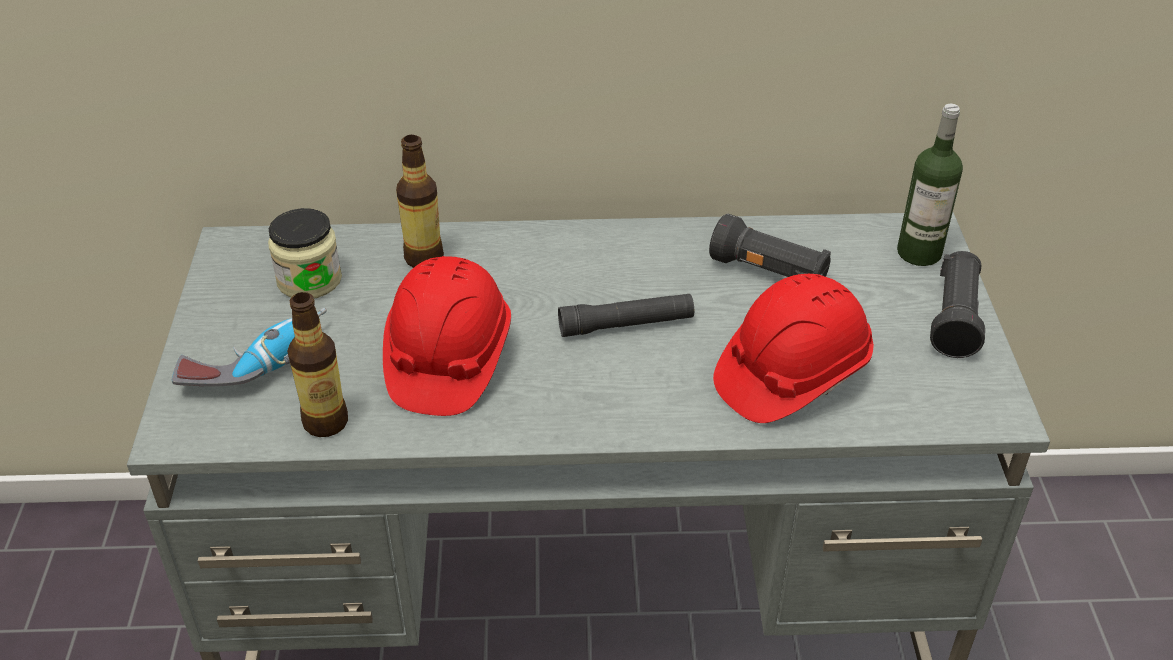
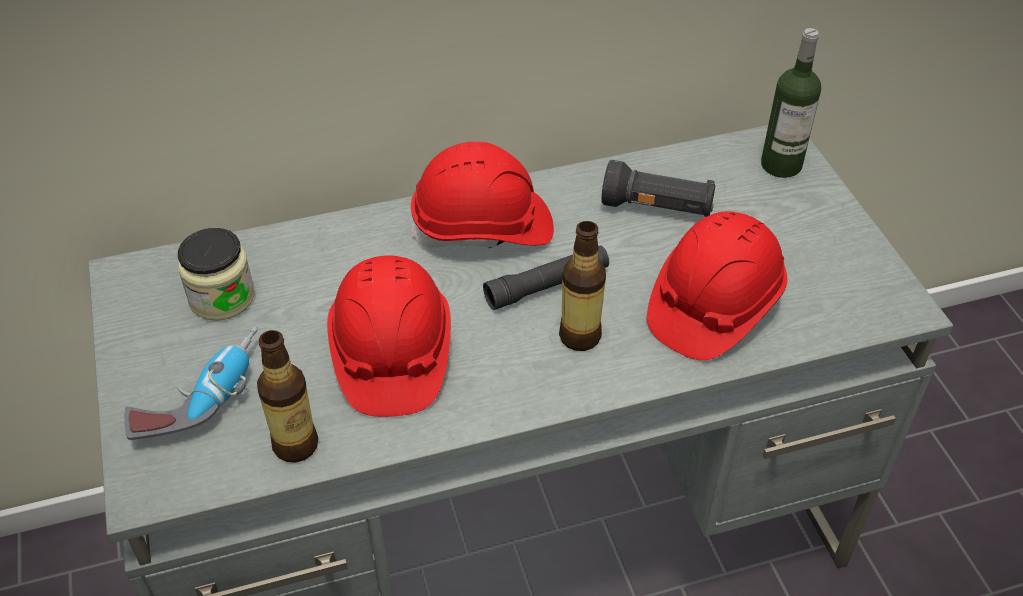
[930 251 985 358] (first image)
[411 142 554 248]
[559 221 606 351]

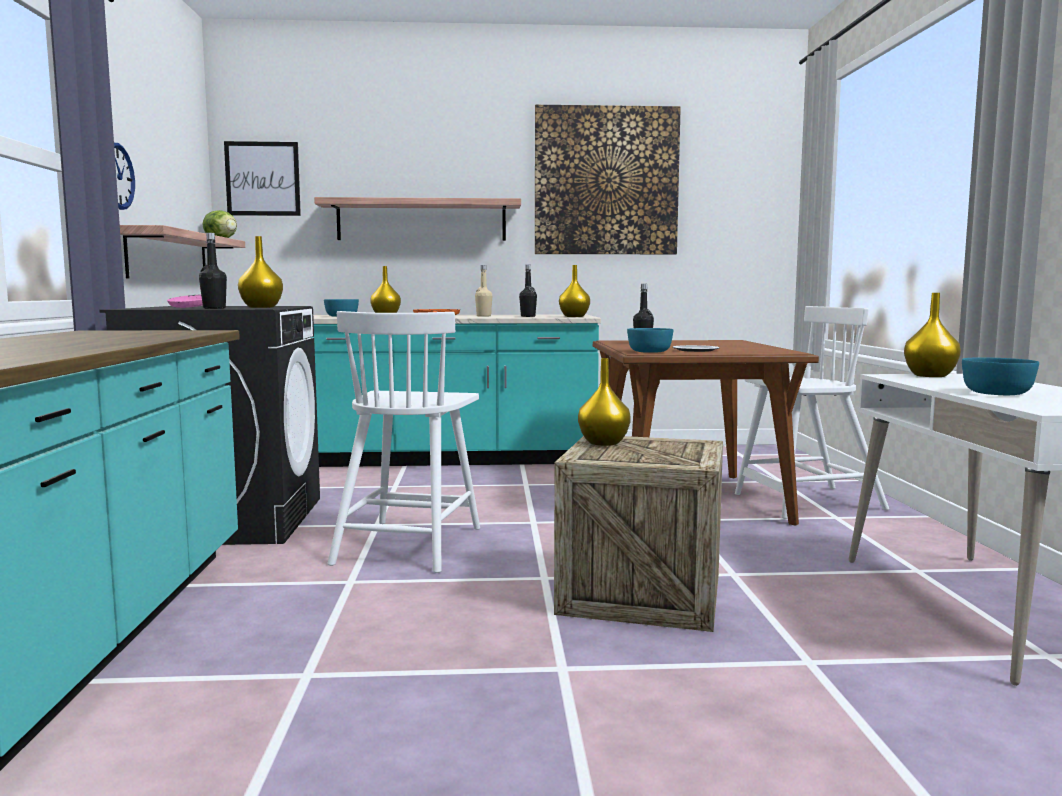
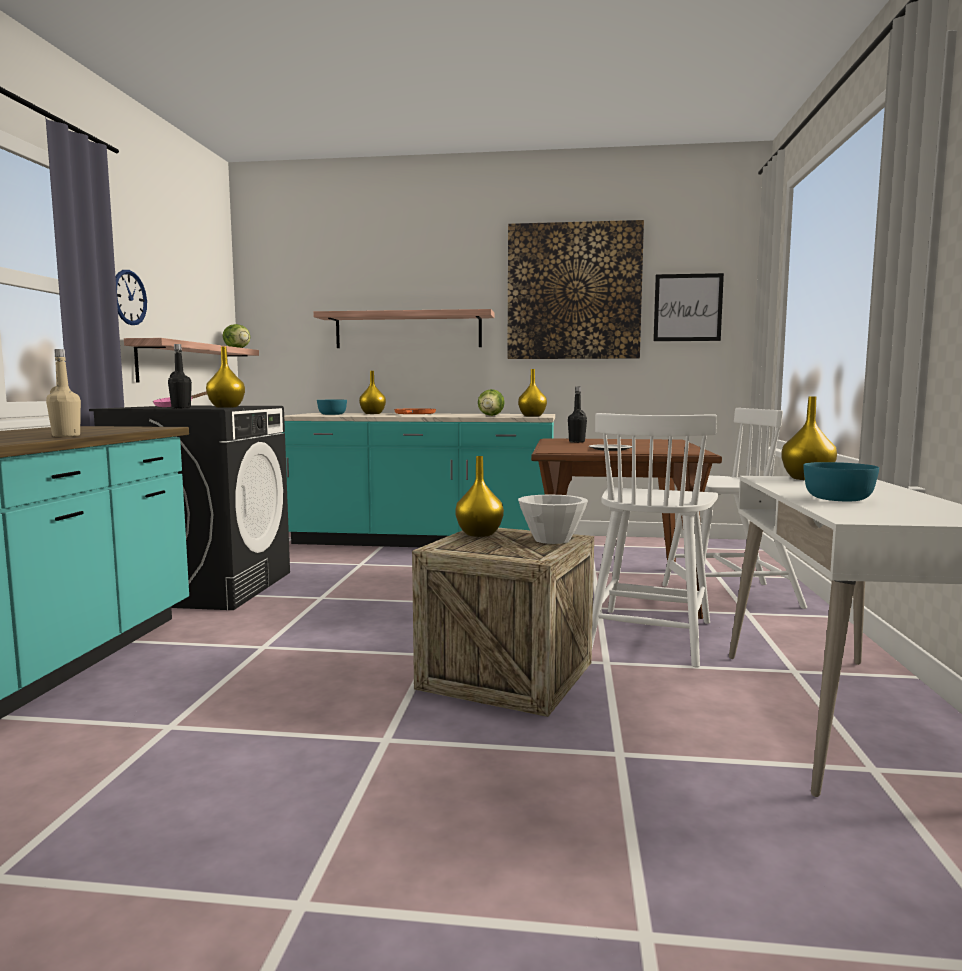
[627 328 673 353] (first image)
[518 495 588 544]
[653 273 724 341]
[592 413 718 667]
[46 349 81 437]
[478 389 505 416]

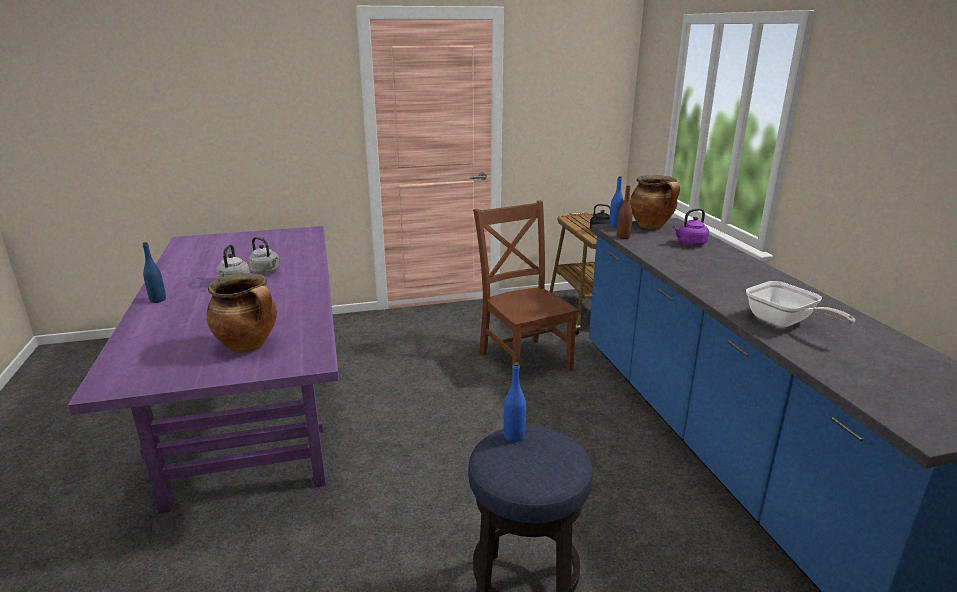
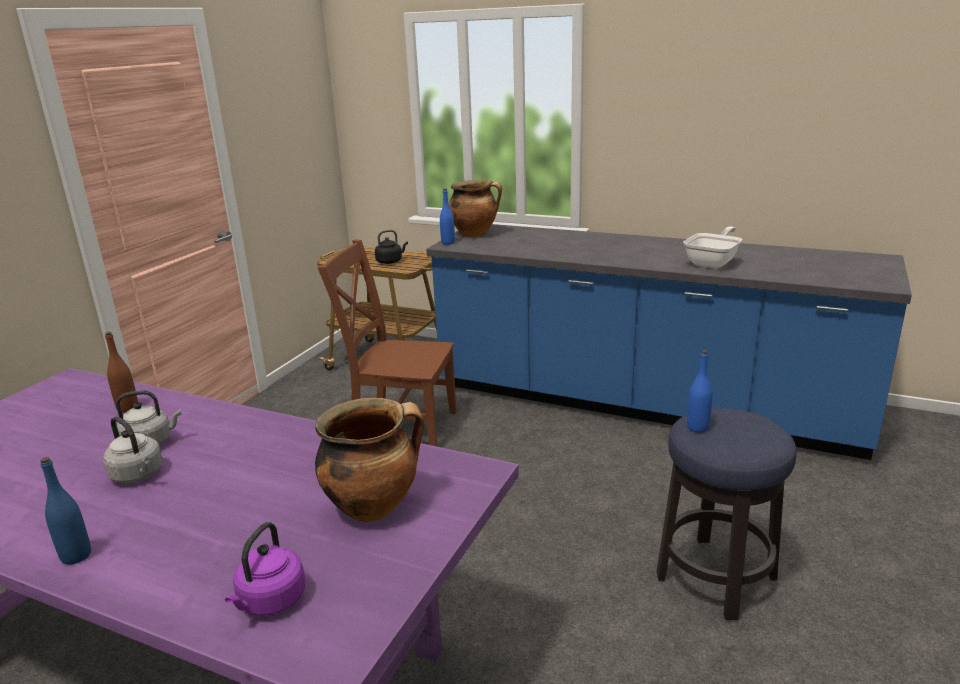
[105 332 138 412]
[225 522 306 616]
[683 226 742 269]

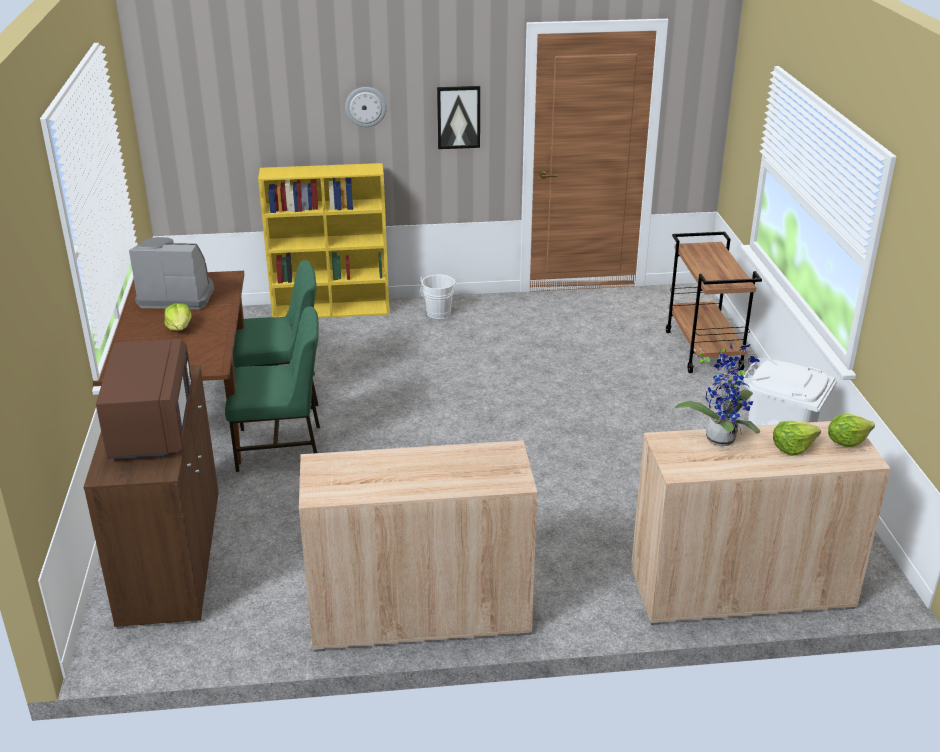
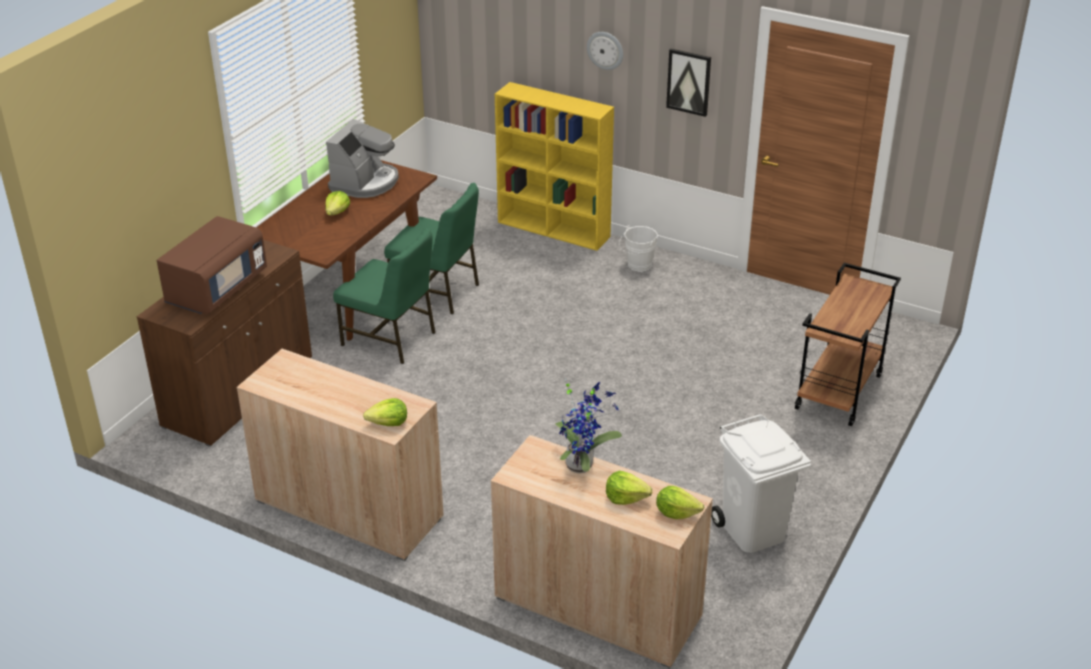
[363 398 407 426]
[326 119 399 198]

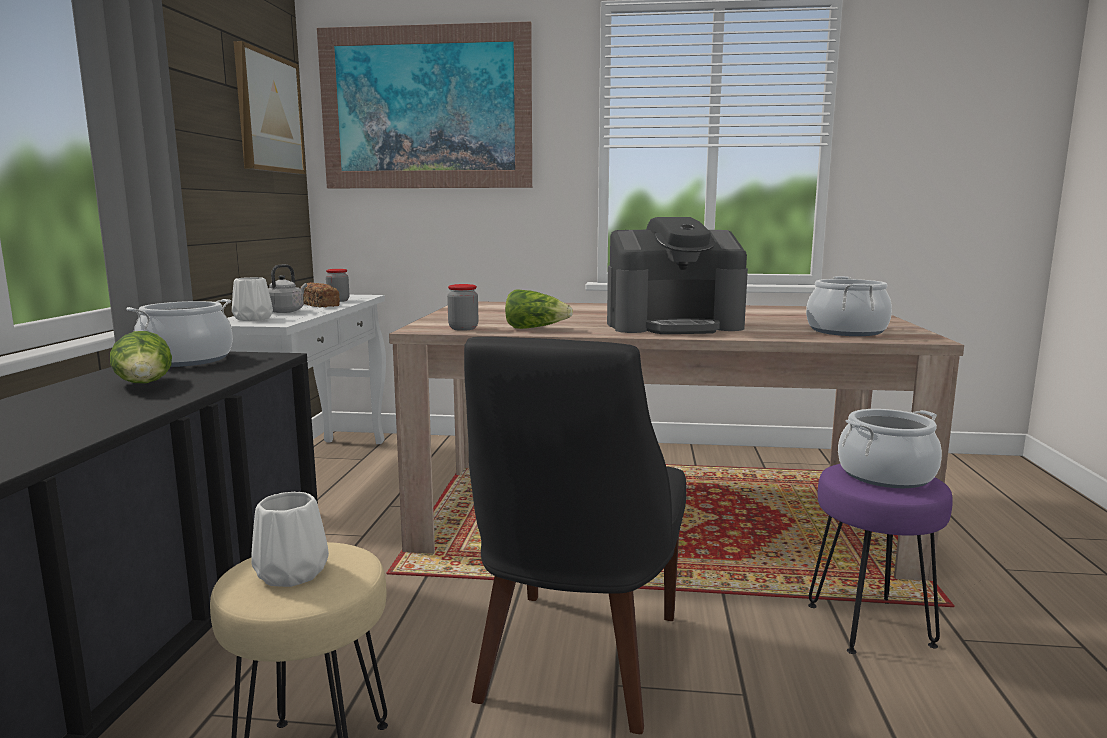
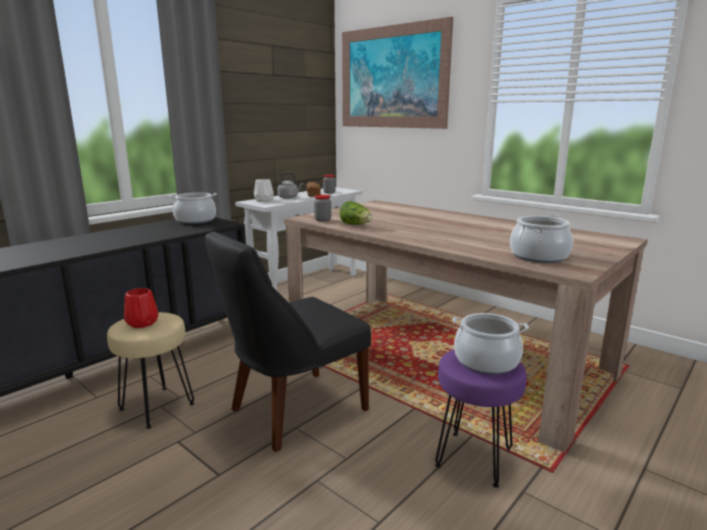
[110 331 172 383] (first image)
[233 41 306 174] (first image)
[607 217 748 334] (first image)
[124 288 159 328]

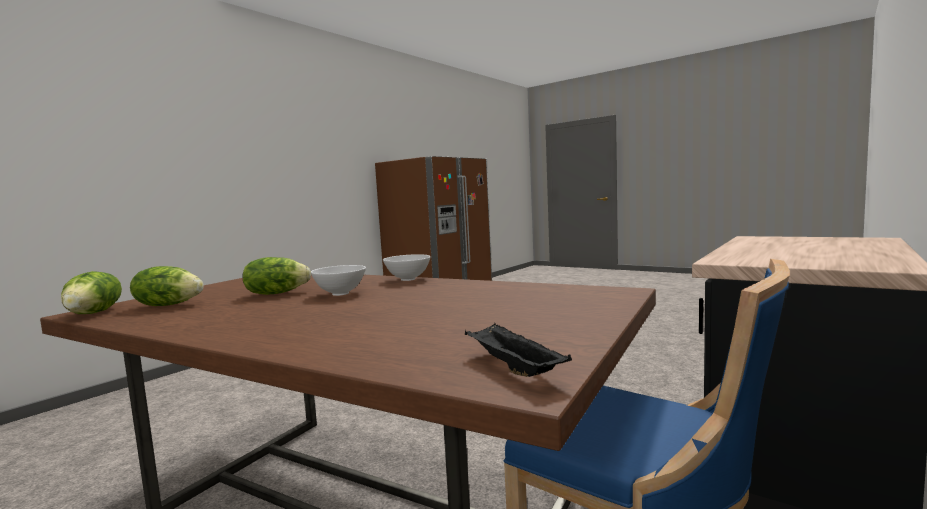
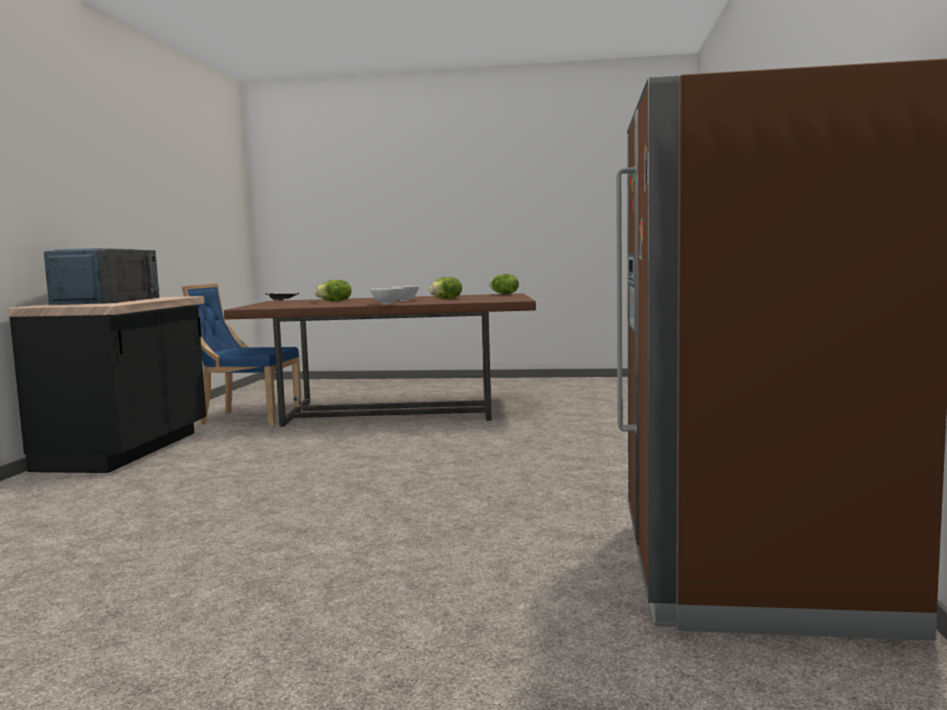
[44 248 159 305]
[314 280 351 301]

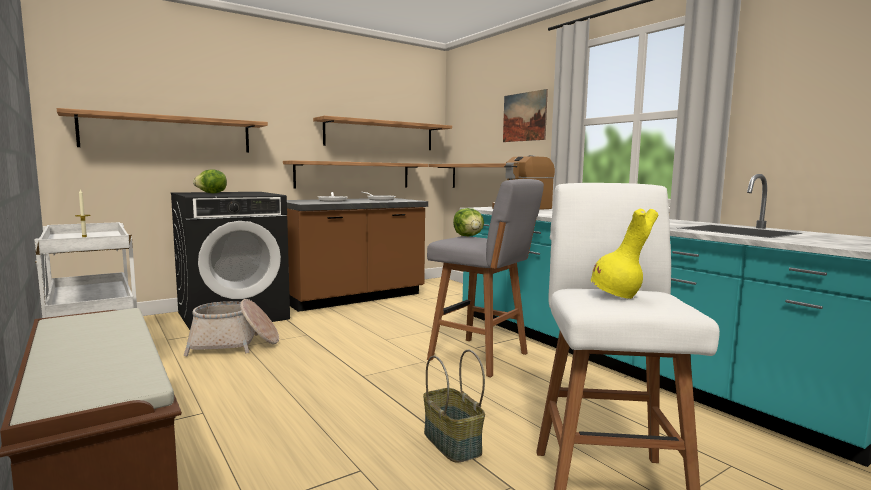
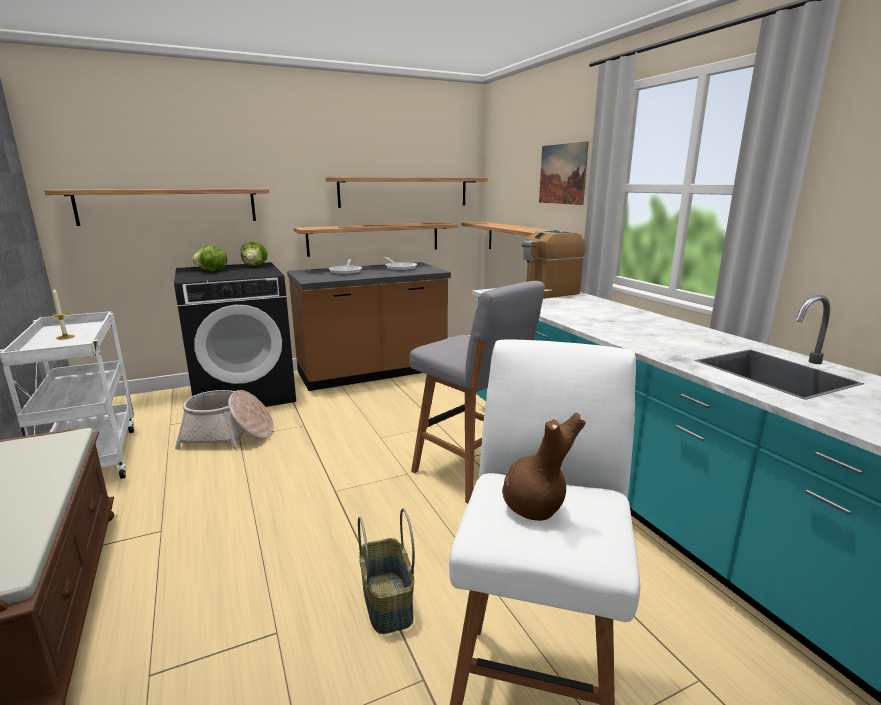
[241 242 268 266]
[502 413 586 521]

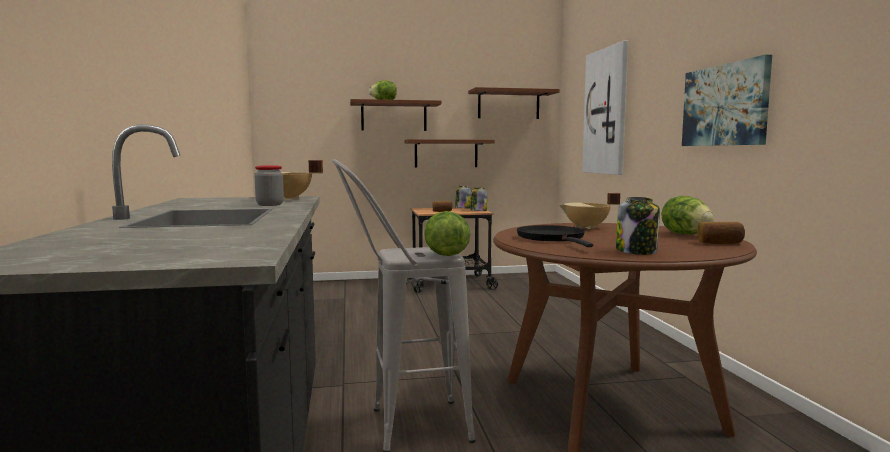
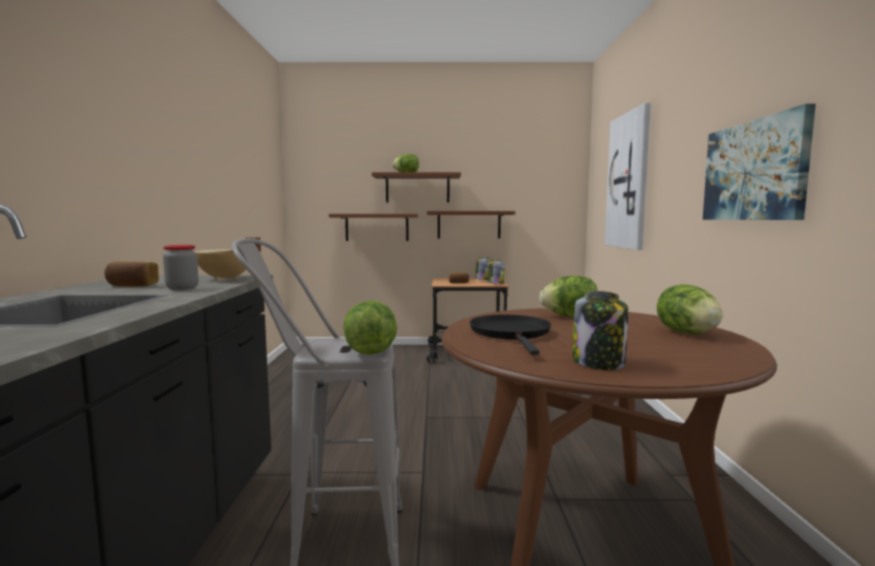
[329 214 418 241]
[104 261 159 287]
[539 276 598 317]

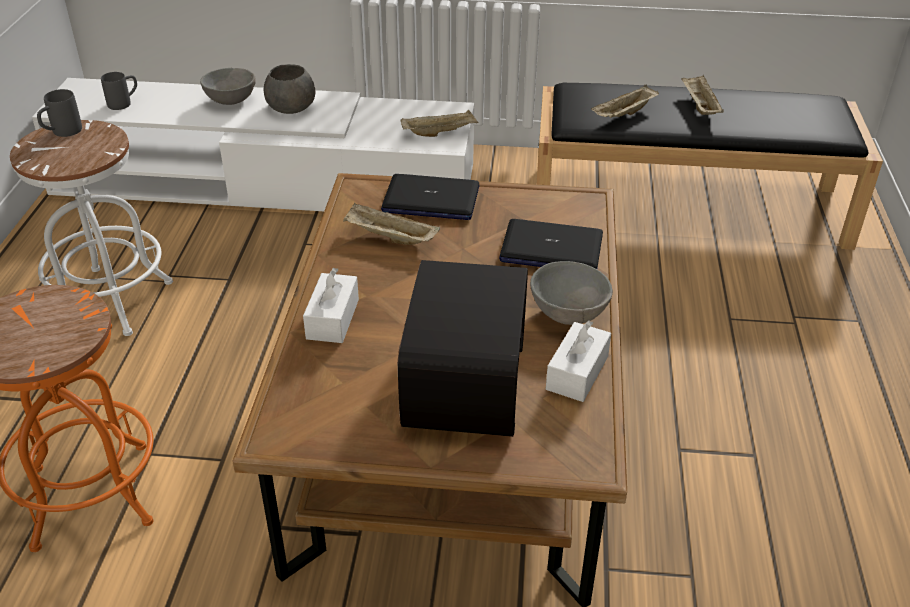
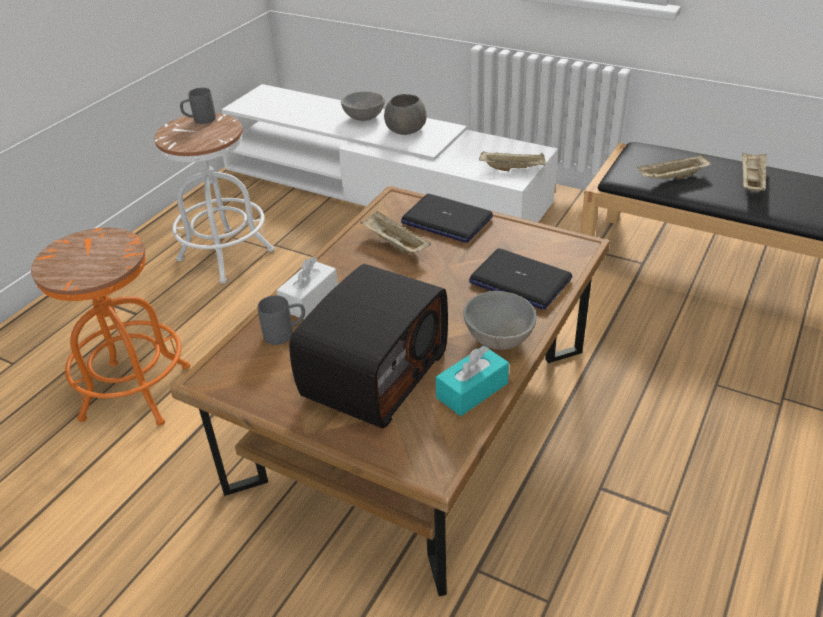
[258 295 305 345]
[436 346 509 416]

